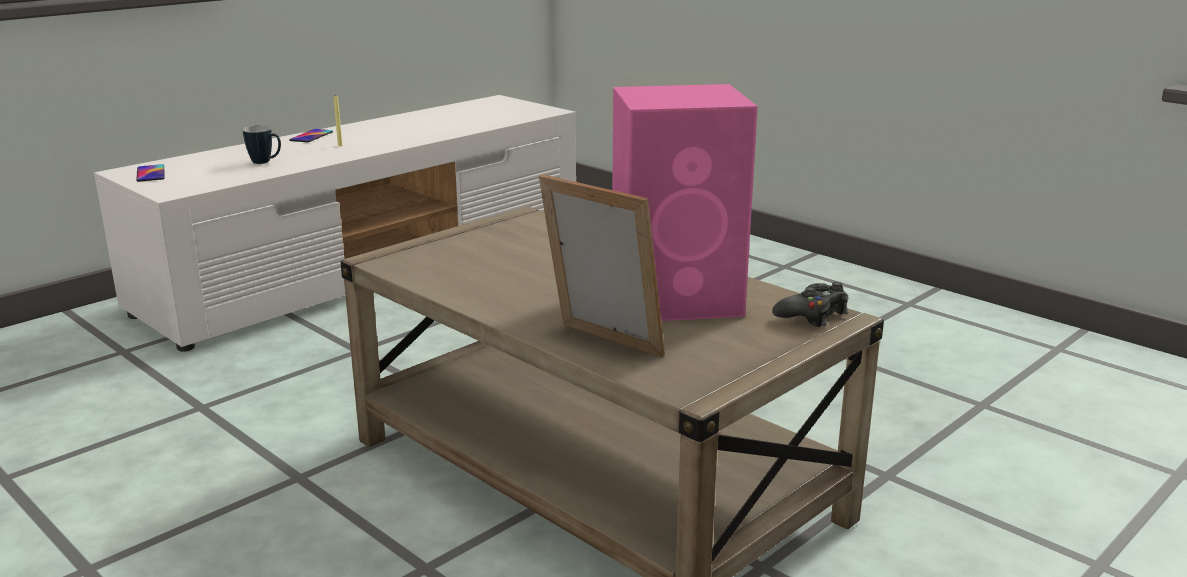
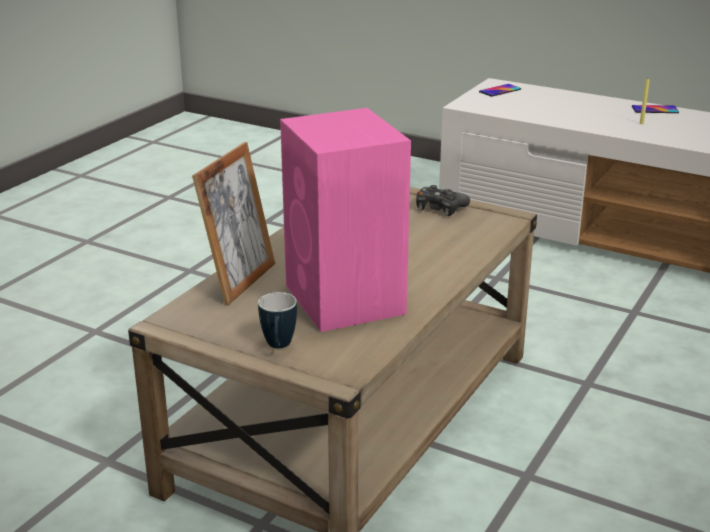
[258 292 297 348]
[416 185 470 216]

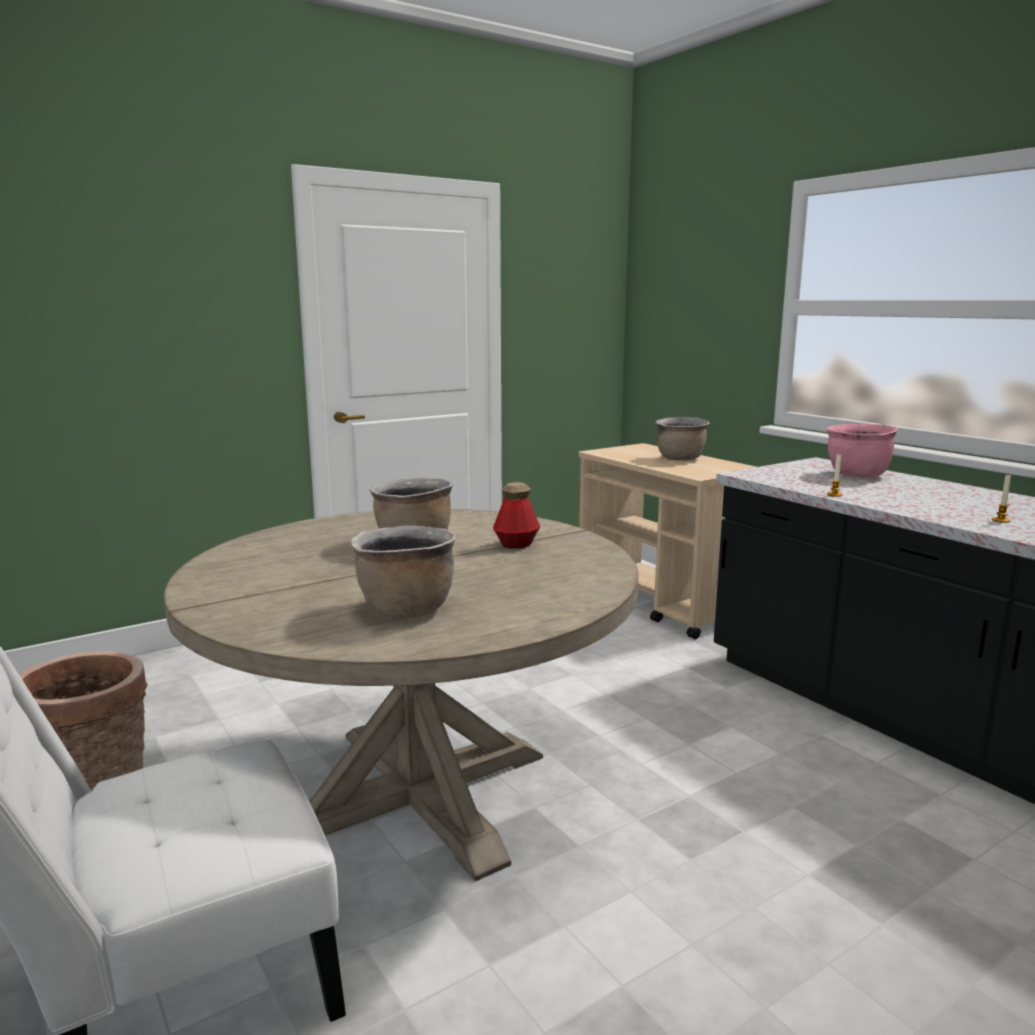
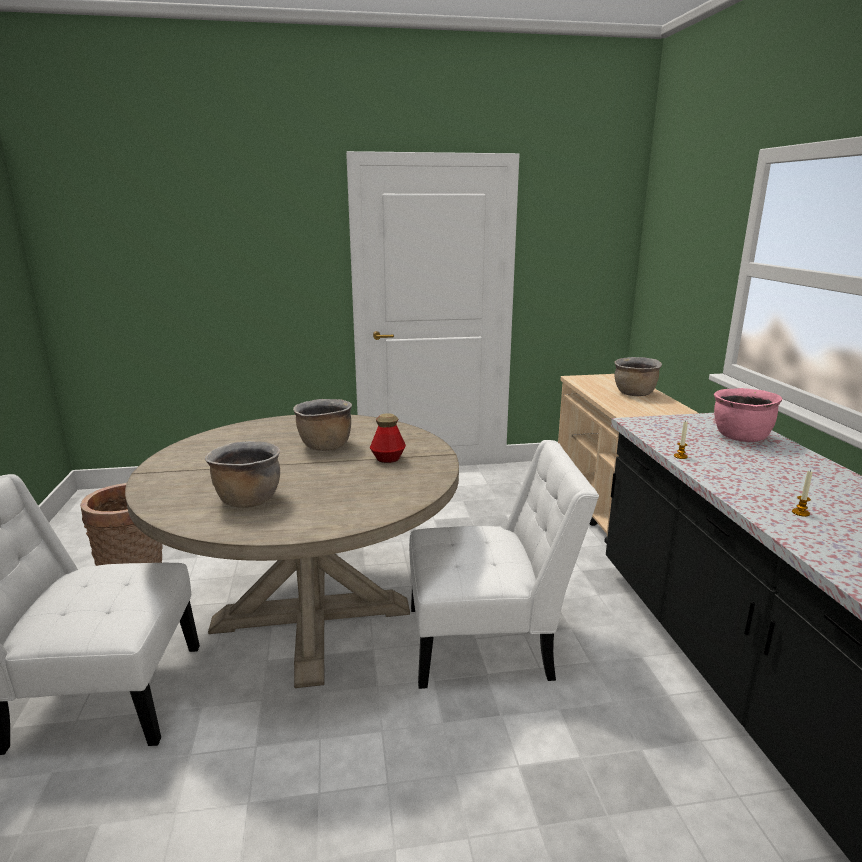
[409 440 599 689]

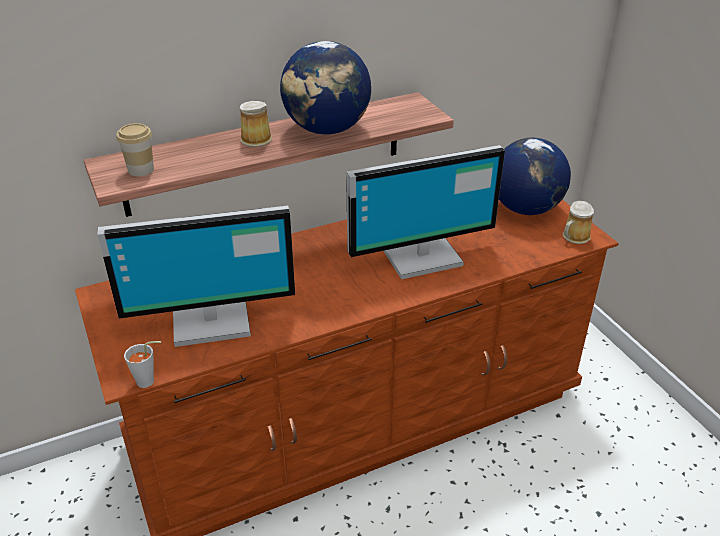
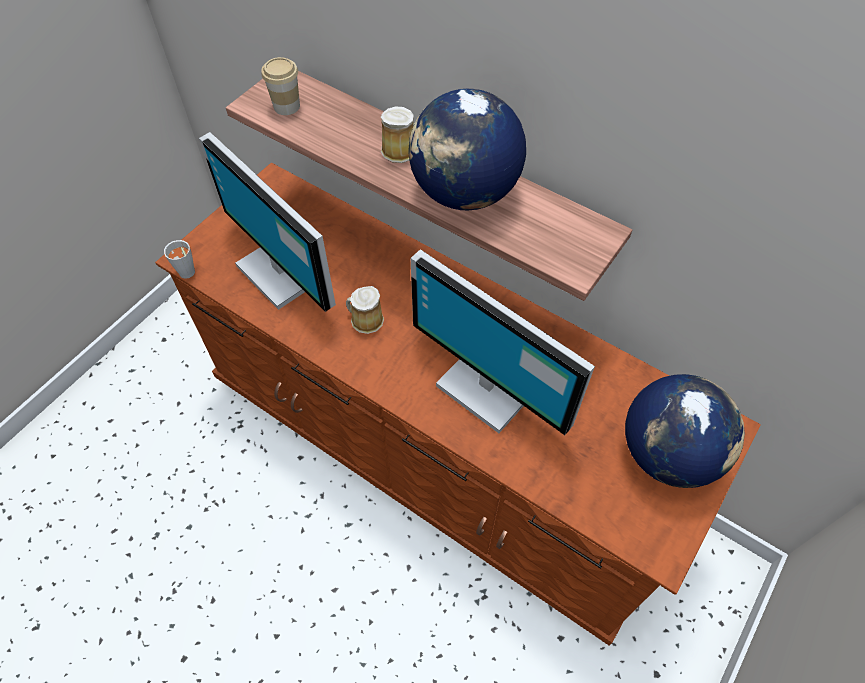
[346 286 384 334]

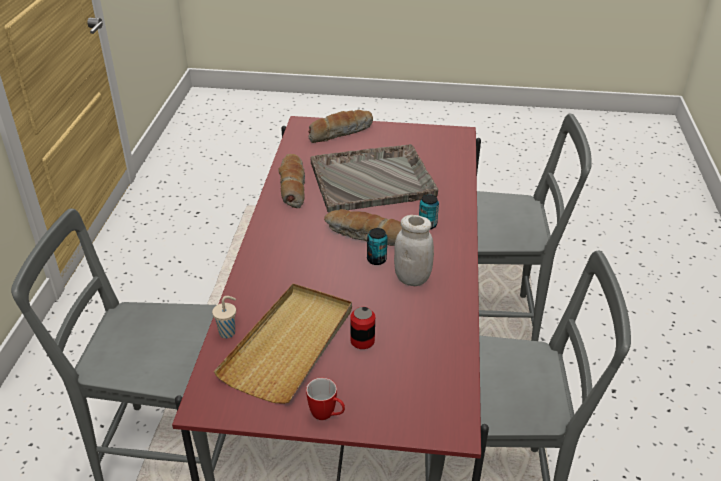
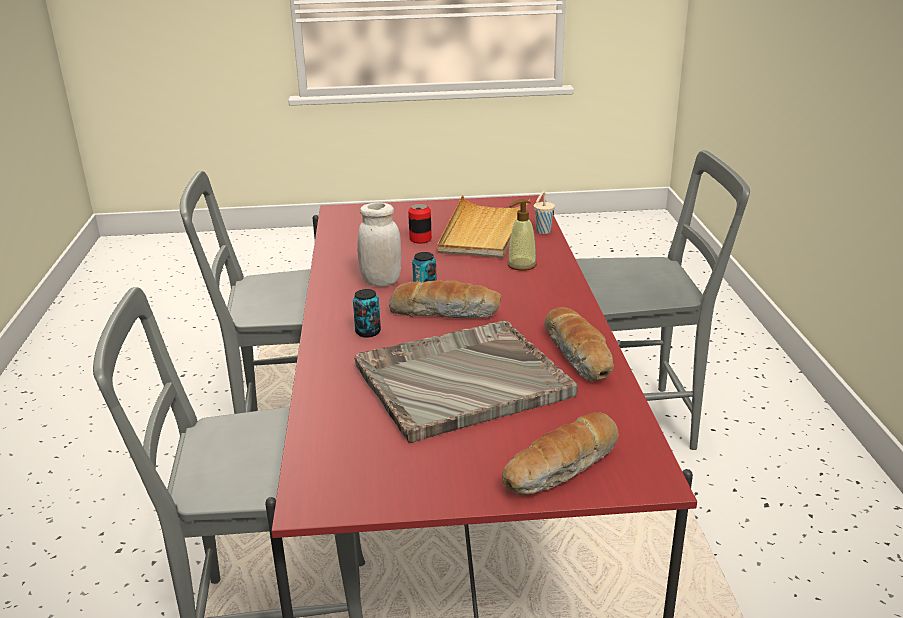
[306 378 345 420] (first image)
[508 199 537 271]

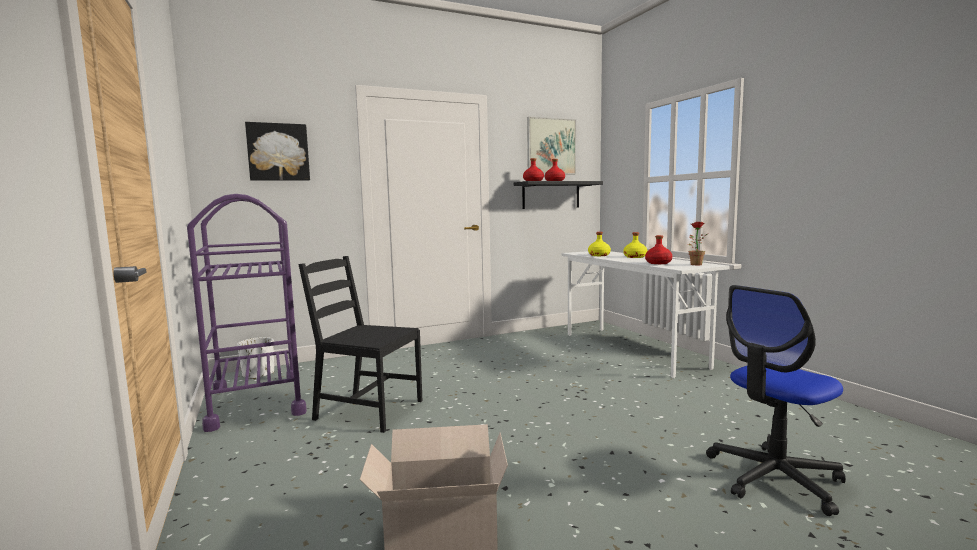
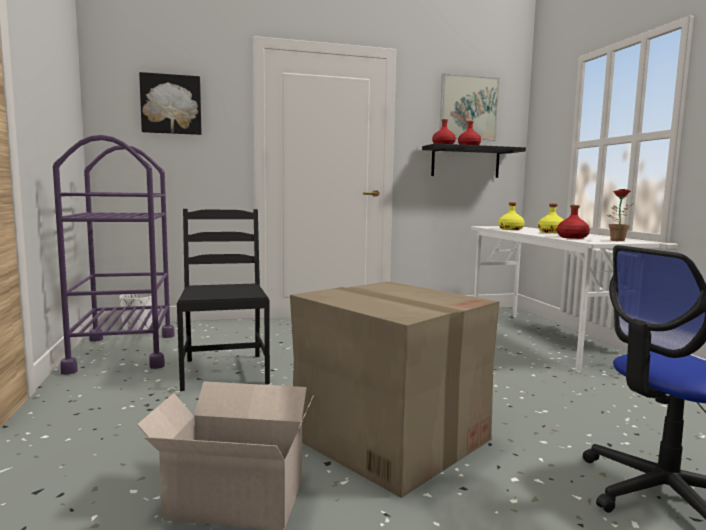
[290 282 500 498]
[177 209 270 391]

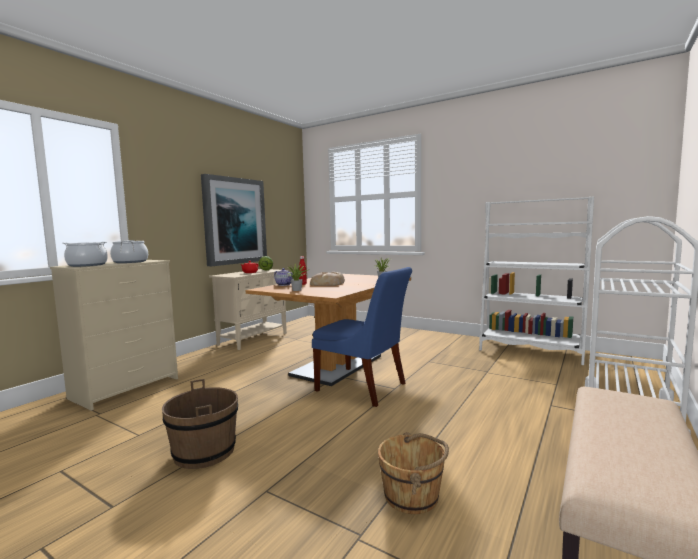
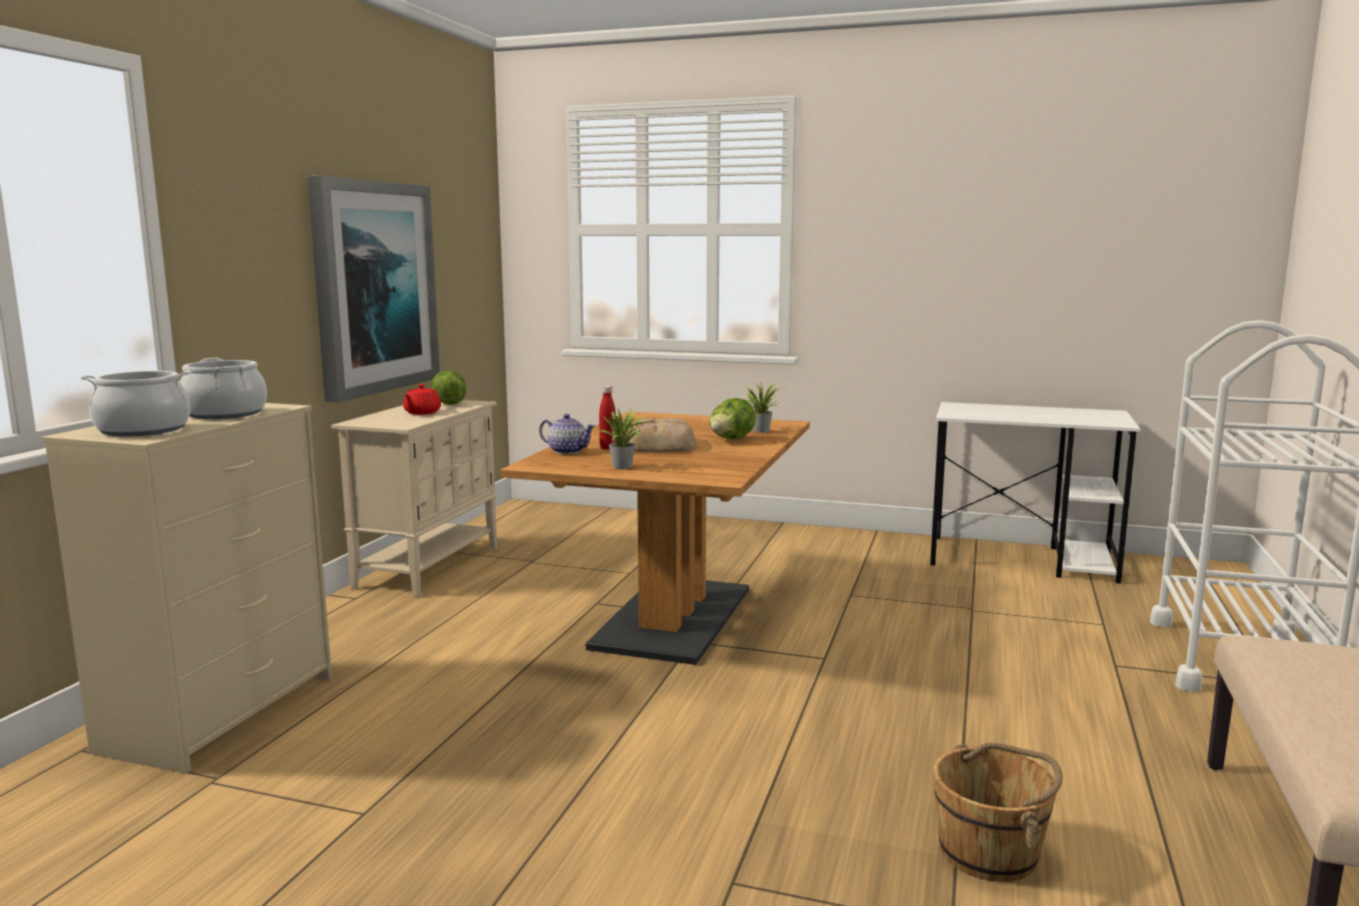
[162 379 238 469] (first image)
[312 267 412 407] (first image)
[709 398 756 439]
[930 402 1140 584]

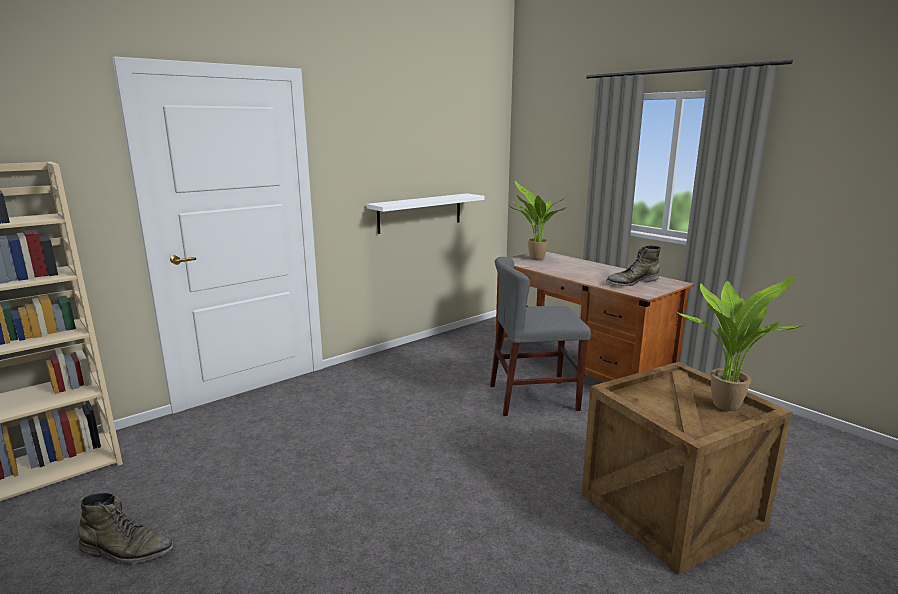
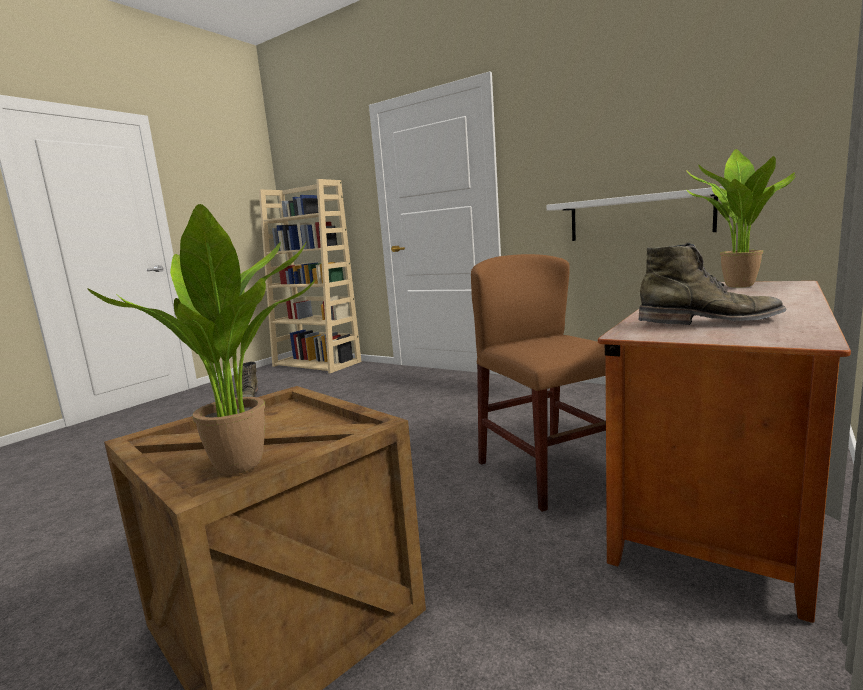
[471 254 606 512]
[639 242 786 325]

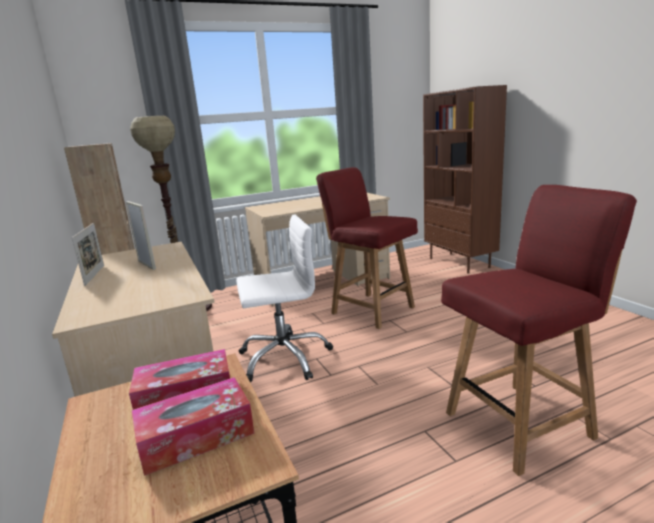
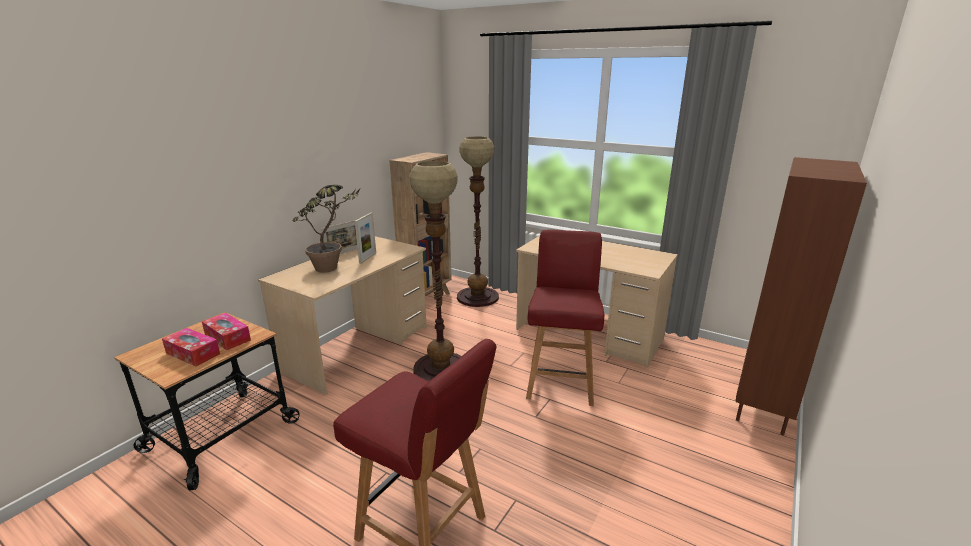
[292 185 360 273]
[409 161 461 381]

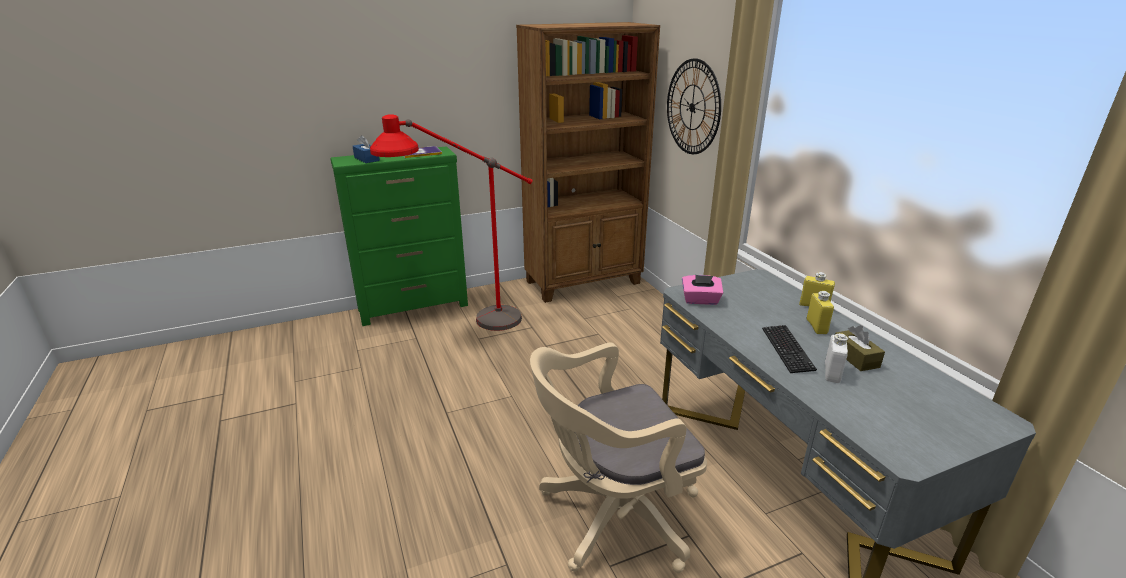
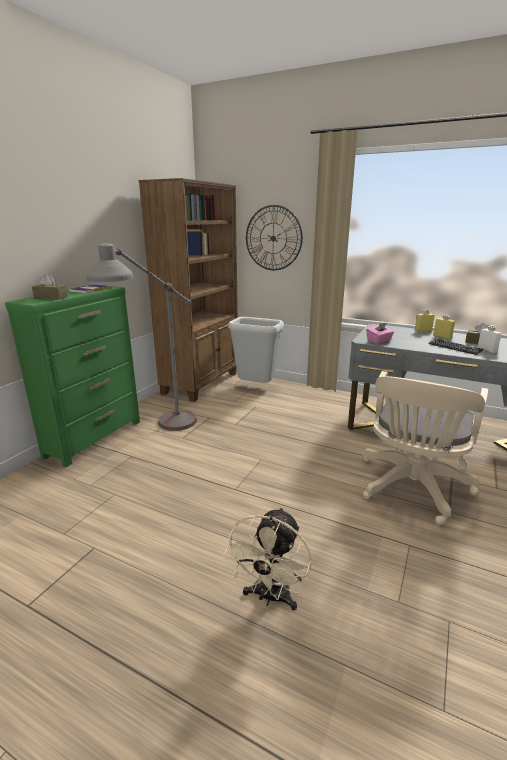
[223 507 311 611]
[228 317 284 383]
[32 274 68 300]
[87 243 197 431]

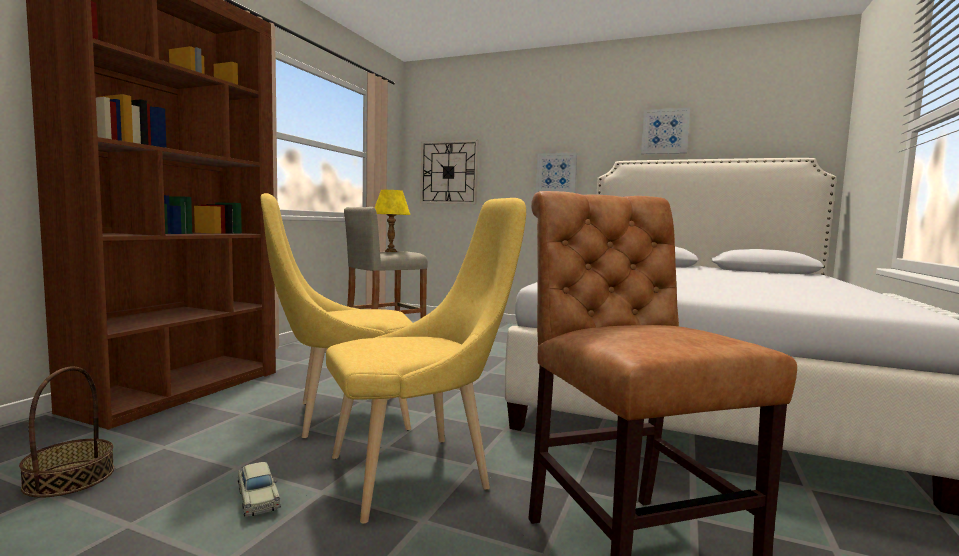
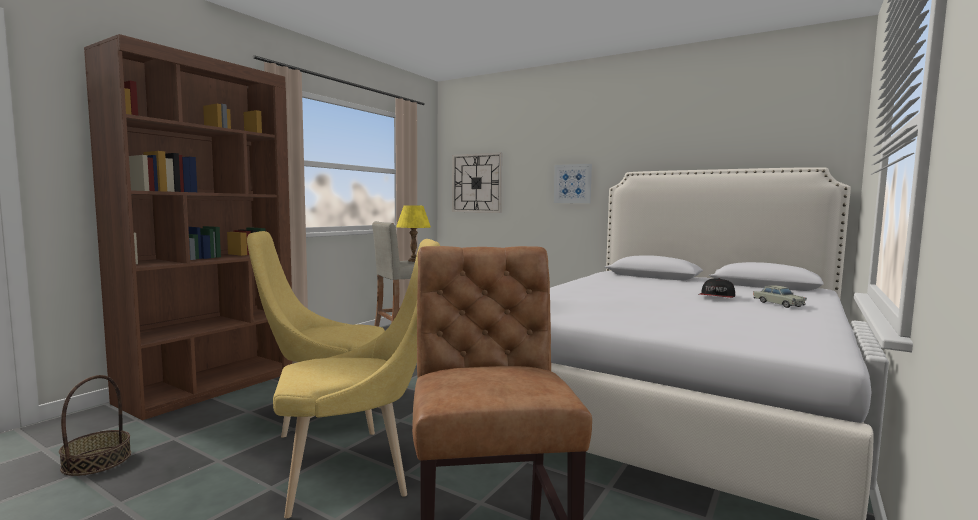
[641 108 690 154] (first image)
[699 278 735 298]
[753 286 807 308]

